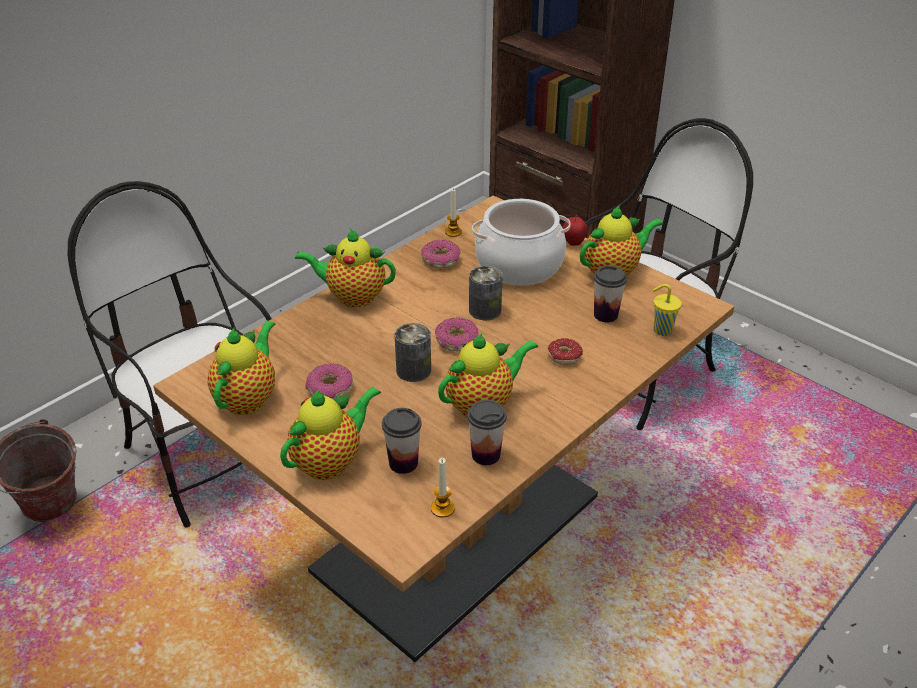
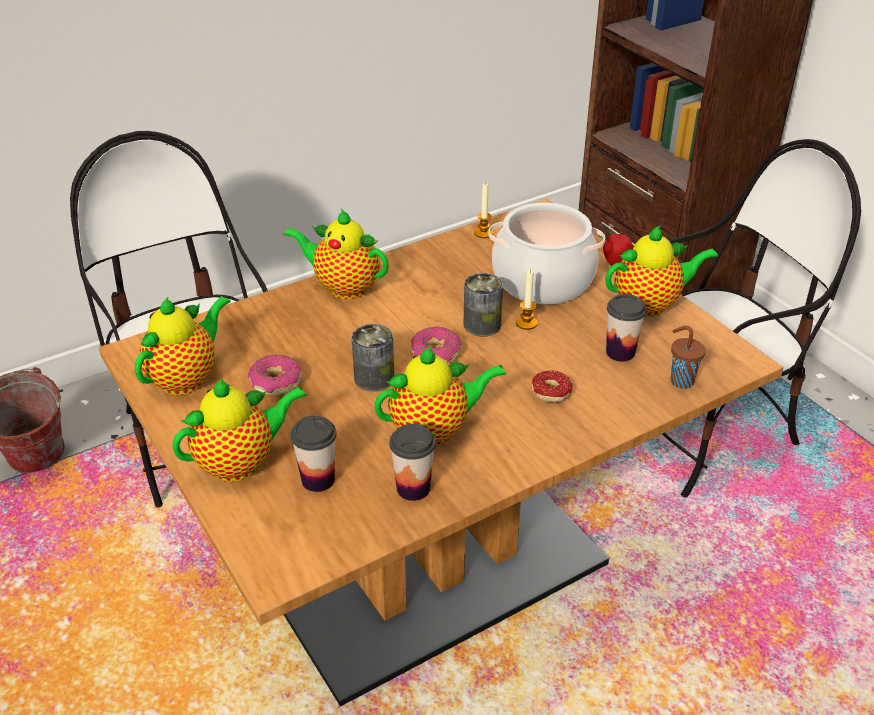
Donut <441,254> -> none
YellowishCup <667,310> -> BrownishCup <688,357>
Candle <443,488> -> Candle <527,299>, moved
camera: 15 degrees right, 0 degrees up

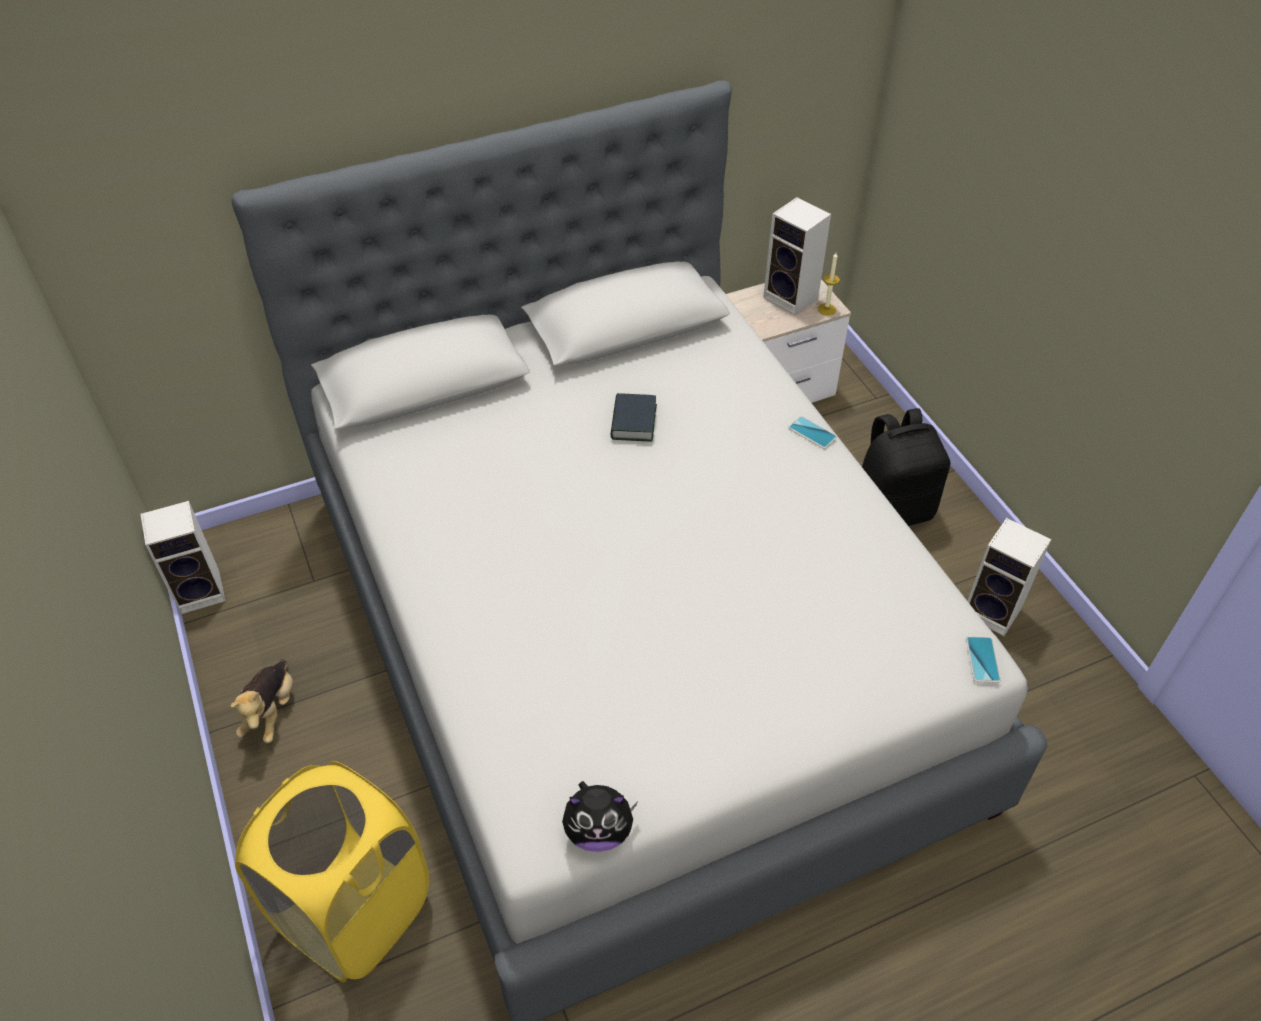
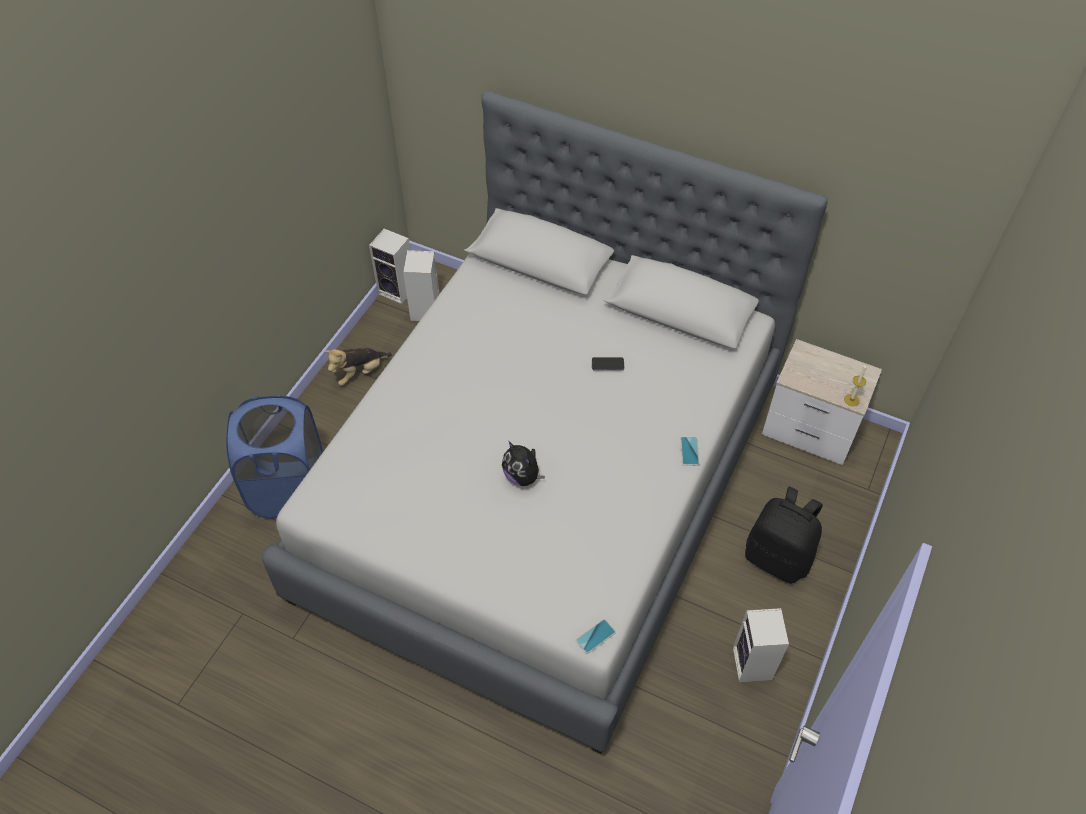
AudioSpeaker <797,256> -> AudioSpeaker <421,285>, moved
Volume <634,417> -> Handset <608,364>
YellowishWashingBasket <332,872> -> BlueColouredWashingBasket <274,457>
CuddlyToy <600,816> -> CuddlyToy <523,463>, moved
camera: 50 degrees right, 5 degrees up

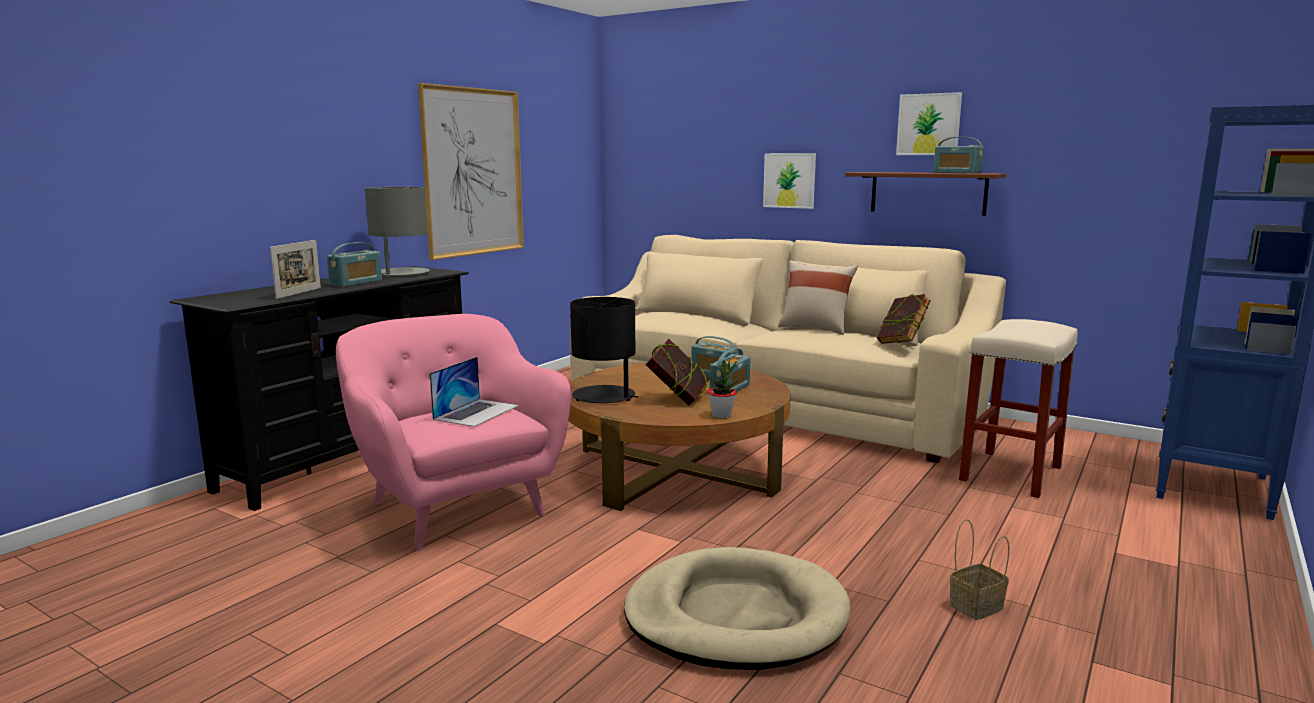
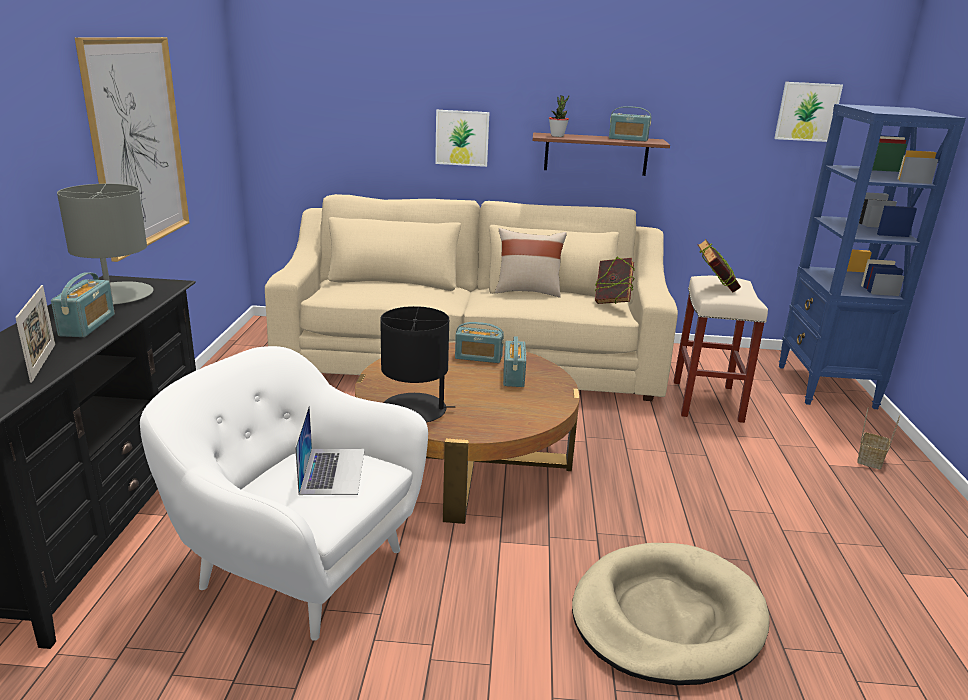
WallArt <929,123> -> WallArt <808,112>, moved
PinkColouredLoungeChair <453,432> -> WhitishLoungeChair <284,493>
Volume <678,372> -> Volume <719,265>, moved
Houseplant <722,389> -> Houseplant <559,116>, moved
HouseholdBasket <980,569> -> HouseholdBasket <878,438>, moved
camera: 30 degrees left, 10 degrees up

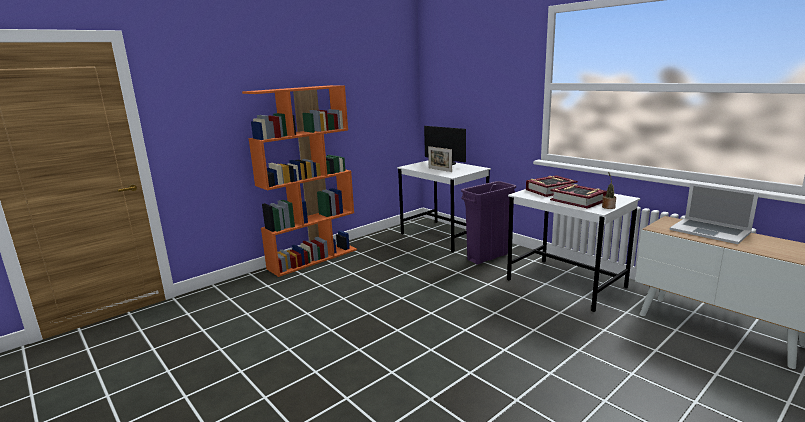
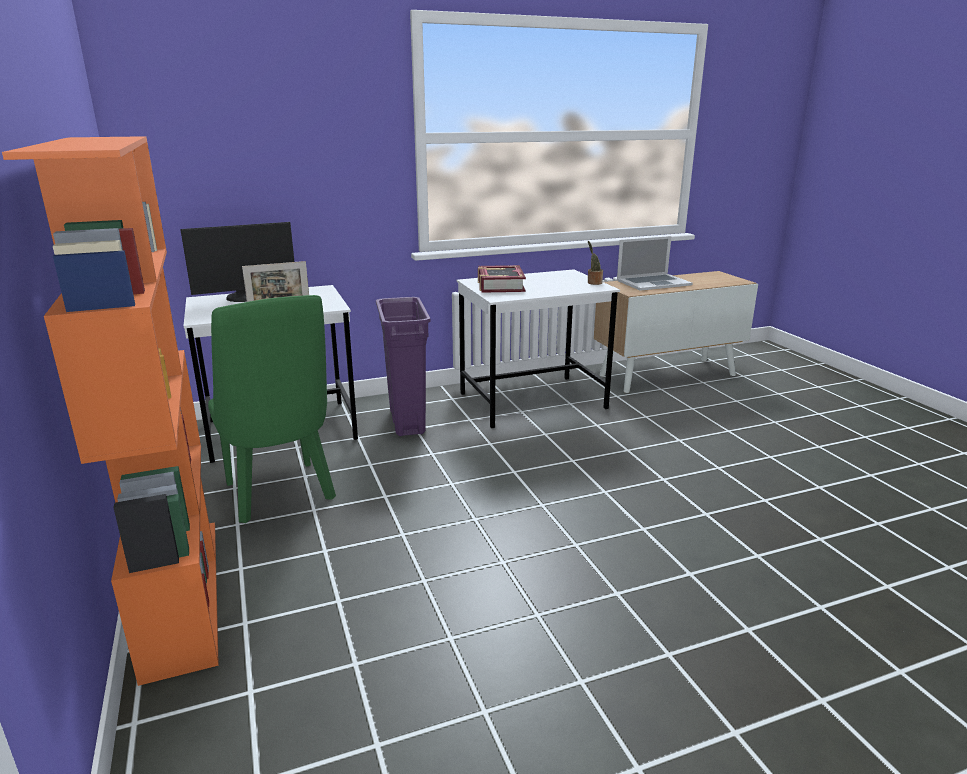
Volume <578,196> -> none
none -> GreenishUprightChair <272,409>
camera: 70 degrees left, 5 degrees up

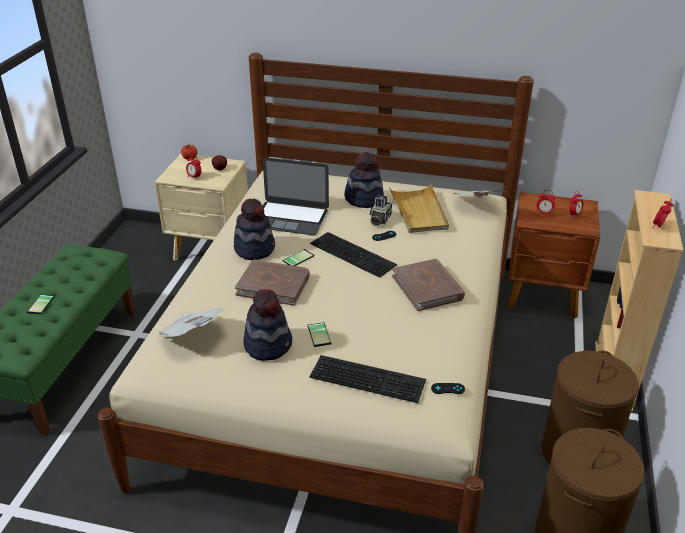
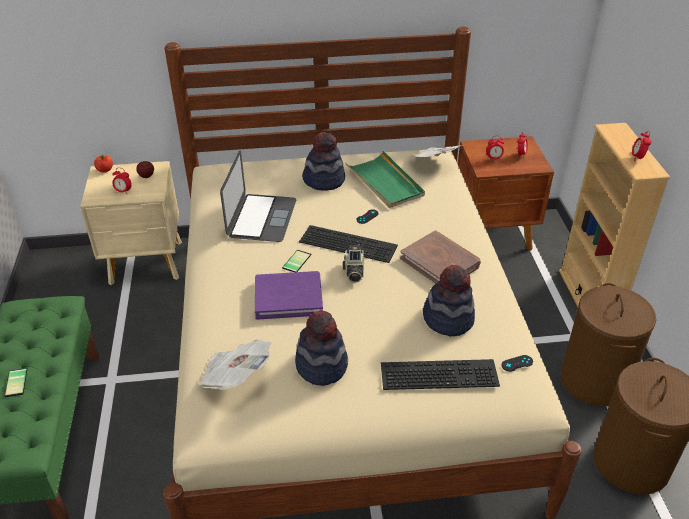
NotebookComputer <296,196> -> NotebookComputer <258,196>, 75 degrees counterclockwise
BeigeColouredServingTray <419,208> -> GreenishServingTray <385,179>
PhotoCamera <381,210> -> PhotoCamera <353,264>, moved
ClothingHat <254,229> -> ClothingHat <449,300>, moved
BrownishVolume <272,282> -> PurpleVolume <289,295>
Handset <320,334> -> none
camera: 20 degrees left, 5 degrees up

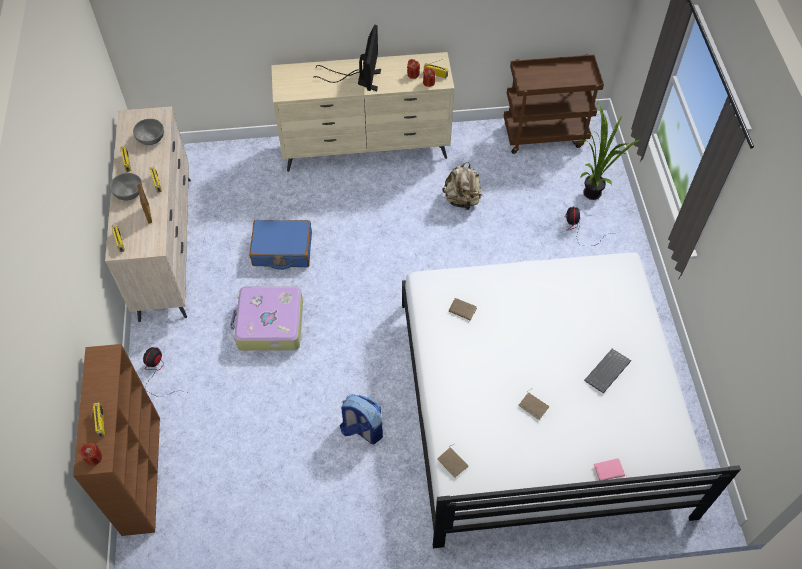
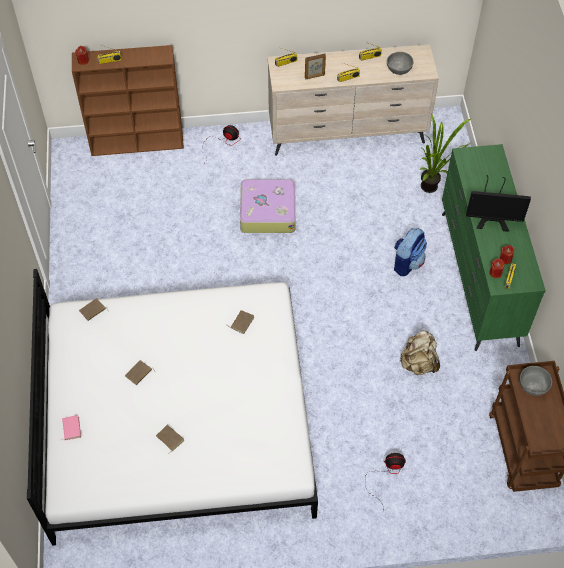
BeigeColouredDresser <362,112> -> GreenishDresser <494,247>
Houseplant <610,151> -> Houseplant <446,153>, moved
GreyServingBowl <126,186> -> GreyServingBowl <536,381>, moved
BlueColouredTravelCase <281,245> -> none
ComputerKeyboard <607,371> -> BrownishVolume <170,439>
Rucksack <361,419> -> Rucksack <410,252>, moved
camera: 90 degrees right, 0 degrees up

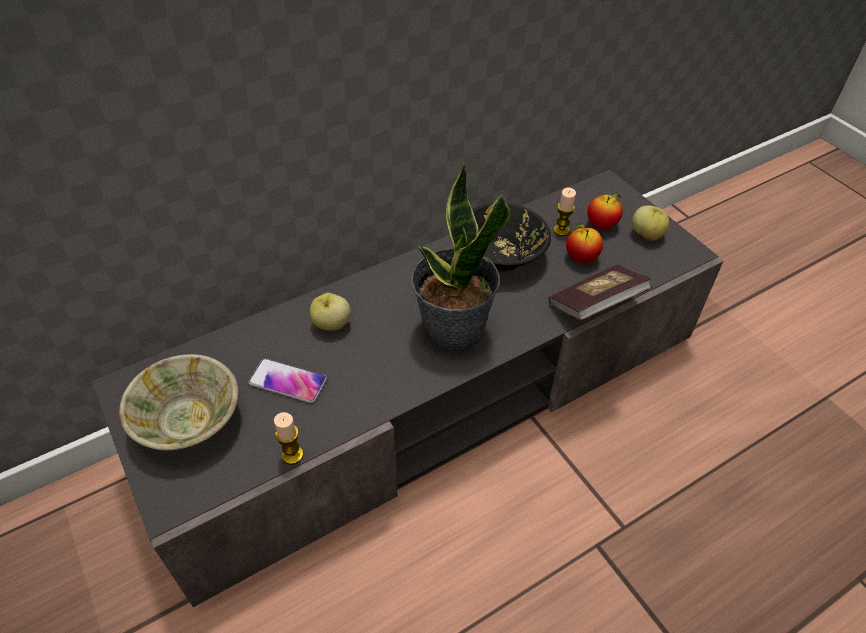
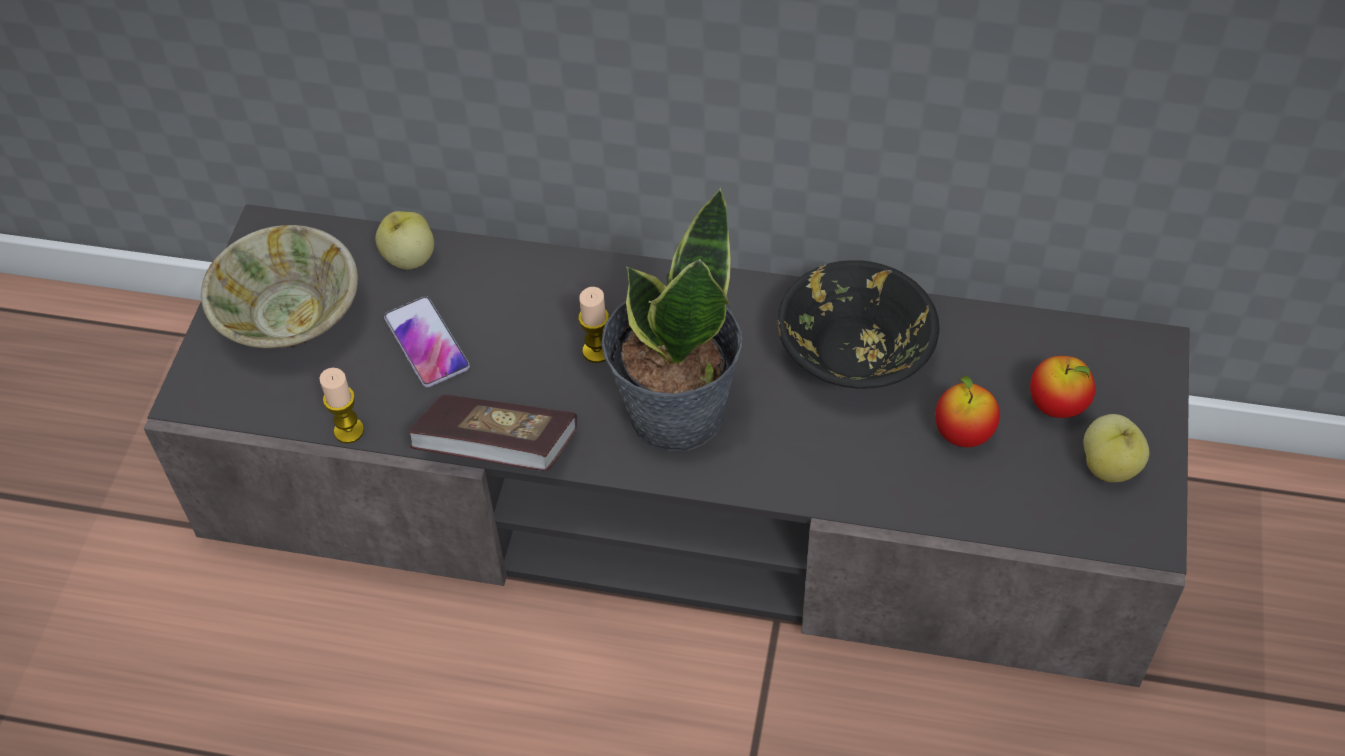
Candle <564,212> -> Candle <593,325>, moved
Volume <600,293> -> Volume <492,433>, moved
Apple <330,312> -> Apple <404,240>, moved
camera: 45 degrees right, 5 degrees up

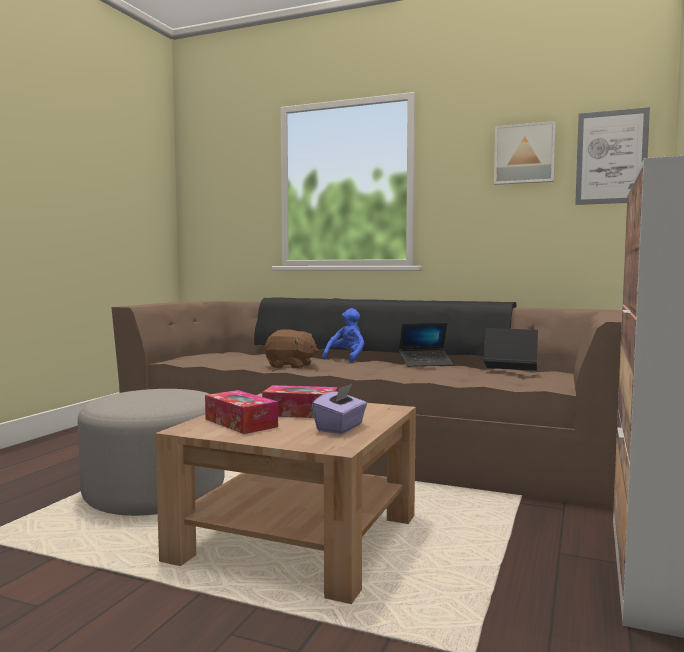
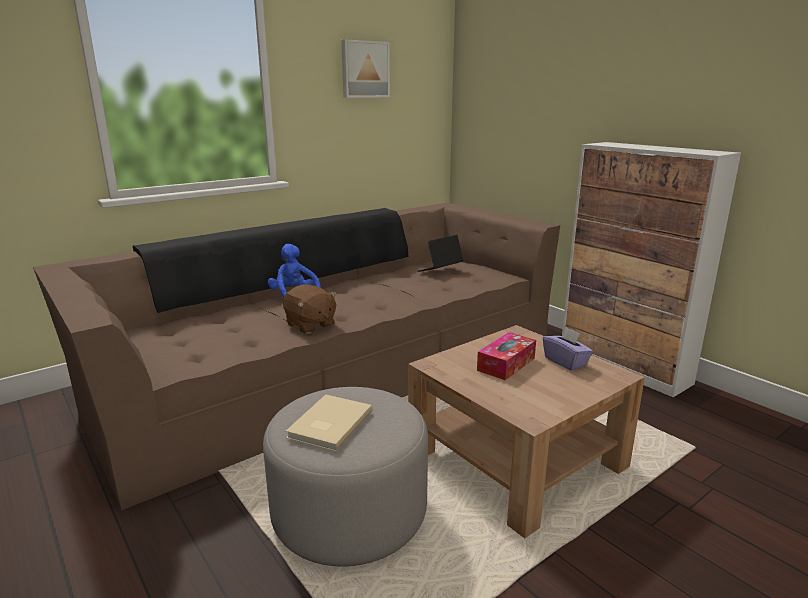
WallArt <612,156> -> none
NotebookComputer <426,345> -> none
BrownishCuddlyToy <291,349> -> BrownishCuddlyToy <310,309>, 90 degrees clockwise
TissueBox <241,412> -> none
none -> BeigeColouredVolume <329,423>
camera: 60 degrees left, 15 degrees up

